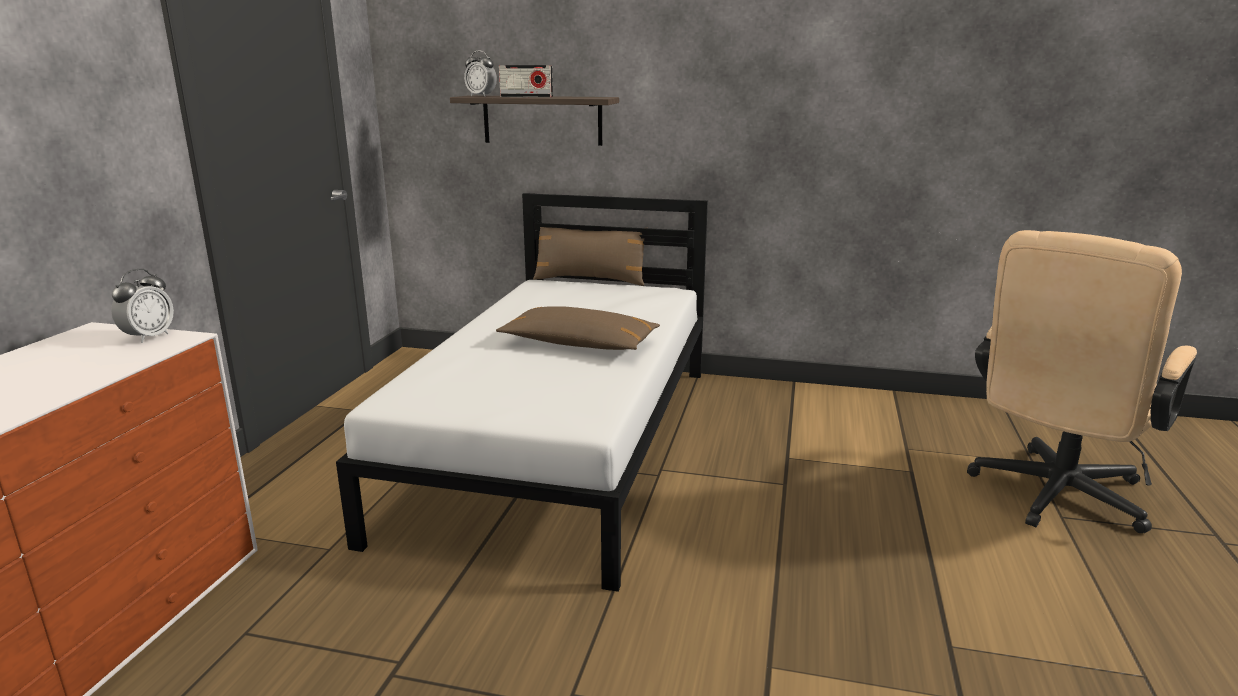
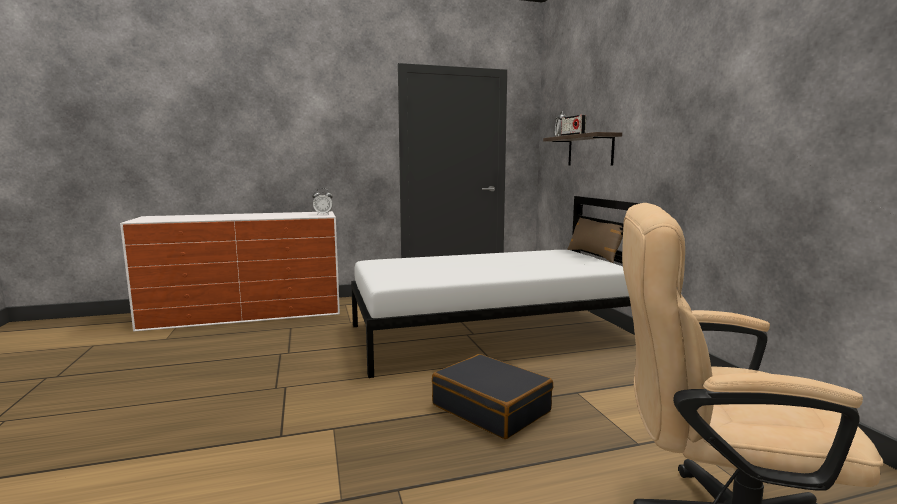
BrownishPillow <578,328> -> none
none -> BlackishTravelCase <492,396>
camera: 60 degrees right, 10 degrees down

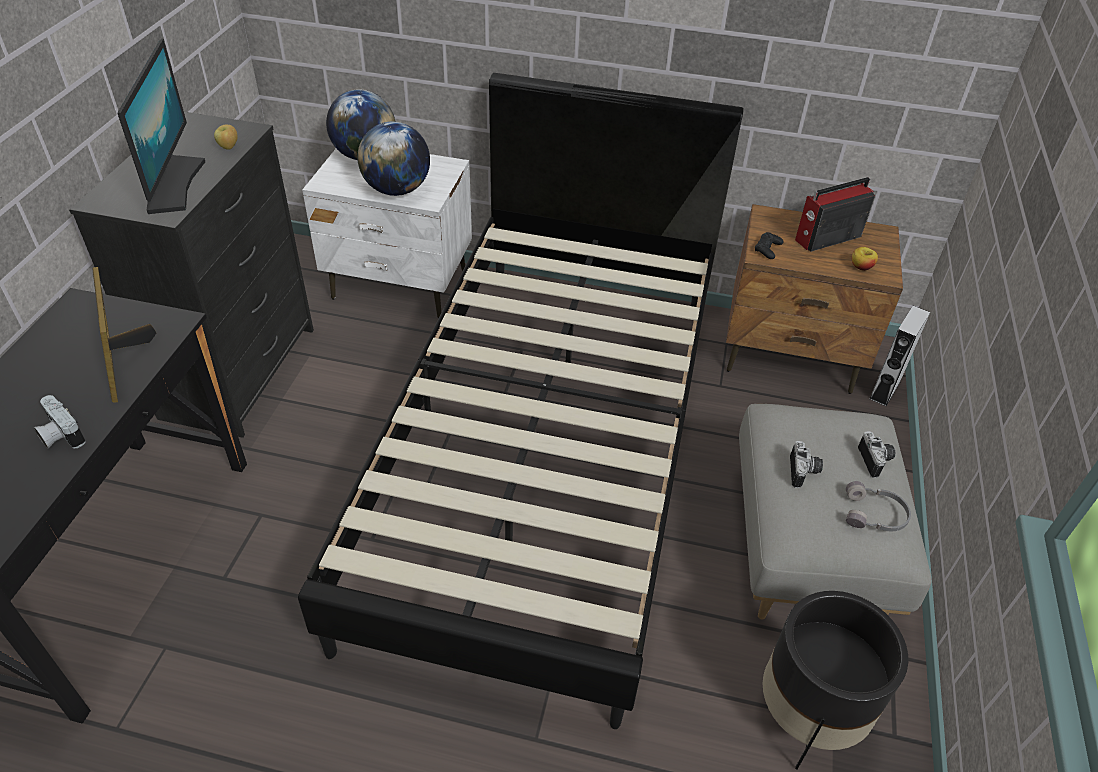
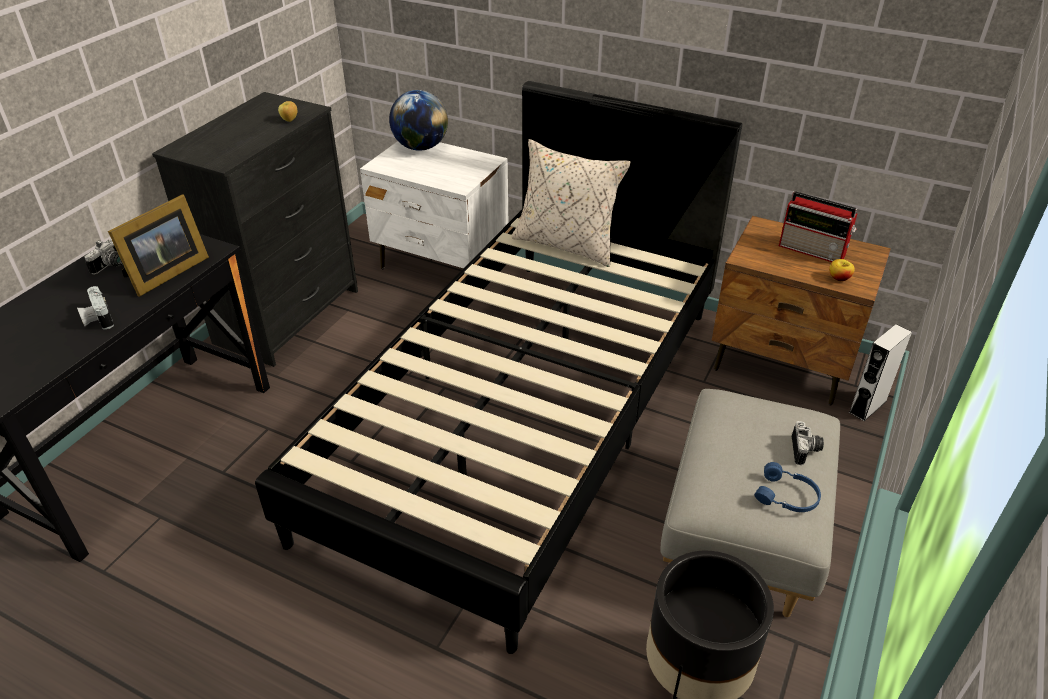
ComputerScreen <161,126> -> none
Globe <393,159> -> none
RadioSet <835,214> -> RadioSet <818,226>, 135 degrees counterclockwise
BlackishGameController <769,245> -> none
PhotoFrame <124,335> -> PhotoFrame <158,245>, 135 degrees counterclockwise
PhotoCamera <806,464> -> PhotoCamera <103,257>, moved
GreyHeadphones <878,506> -> BlueColouredHeadphones <787,487>
none -> BeigeColouredPillow <571,203>
camera: 15 degrees right, 5 degrees down

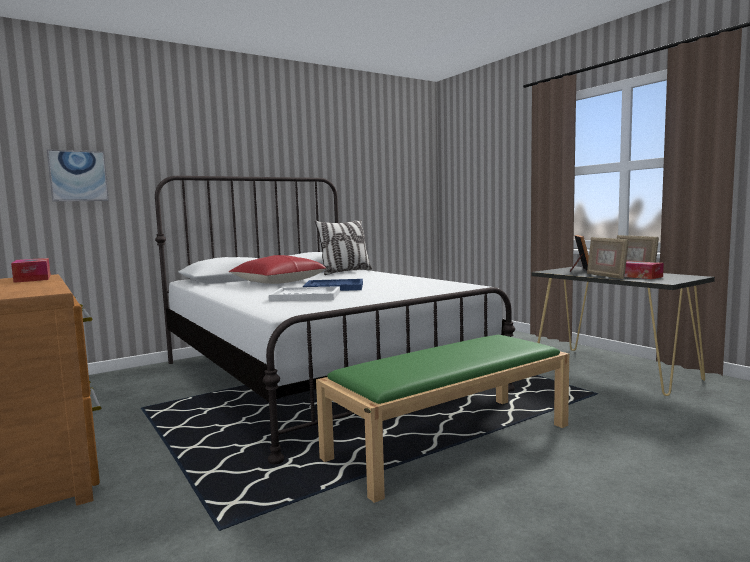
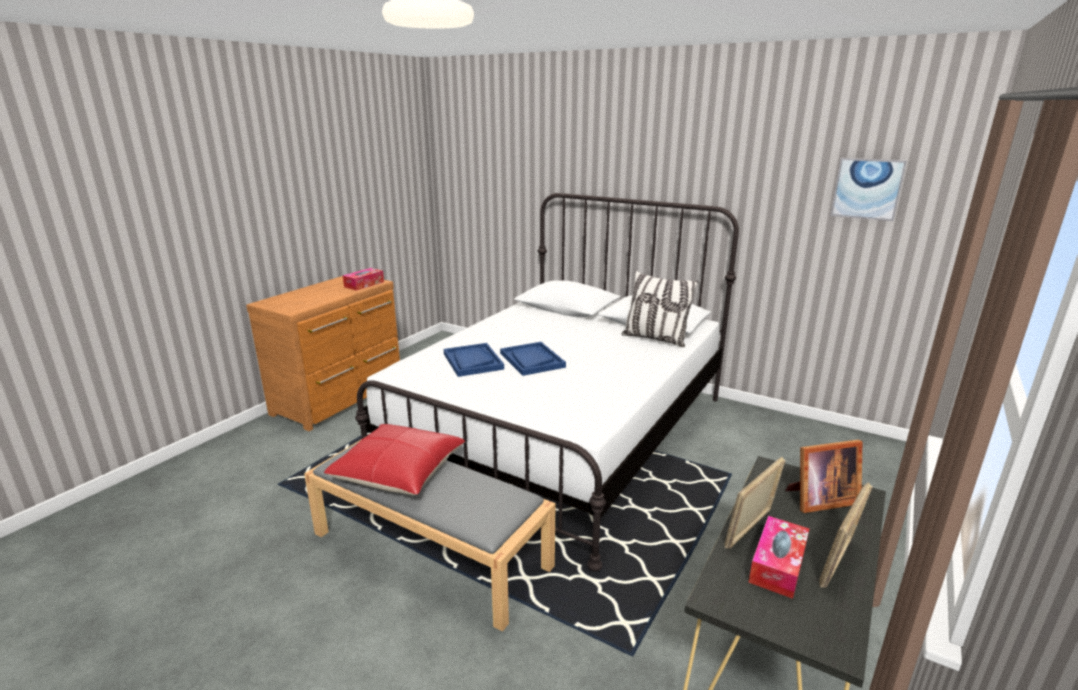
WallArt <78,175> -> WallArt <868,189>, moved
RedColouredPillow <277,269> -> RedColouredPillow <394,459>, moved
WhitishServingTray <304,293> -> BlueColouredServingTray <474,360>
GreenishLongSeat <442,419> -> GreyLongSeat <430,534>
camera: 65 degrees right, 15 degrees up

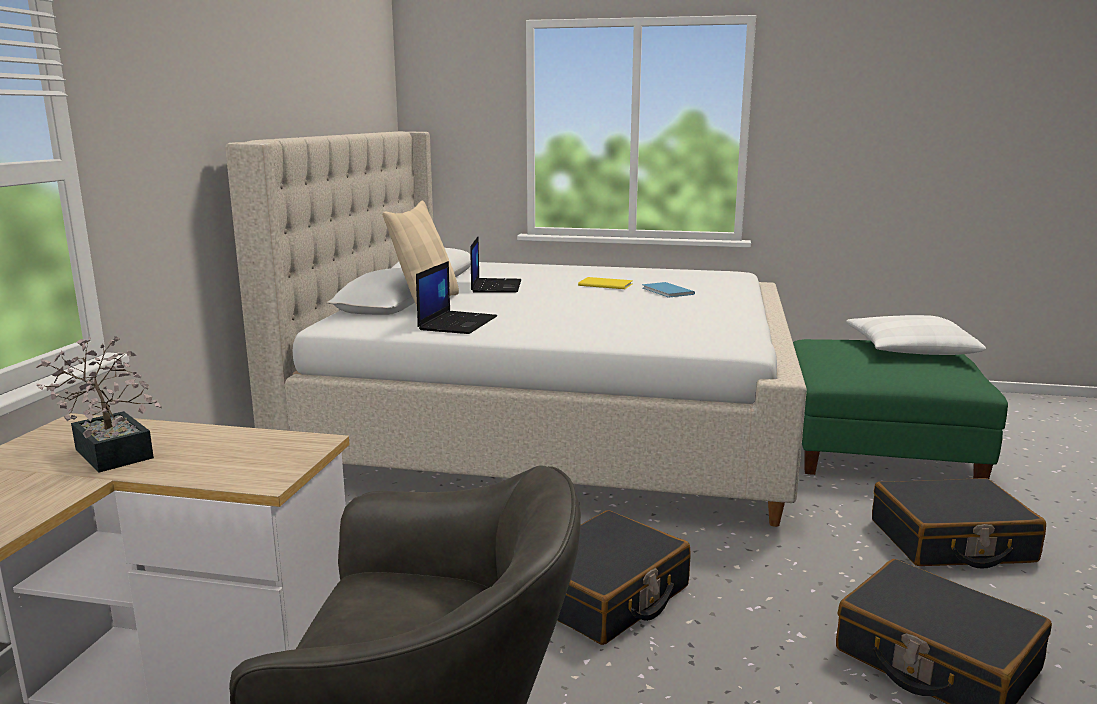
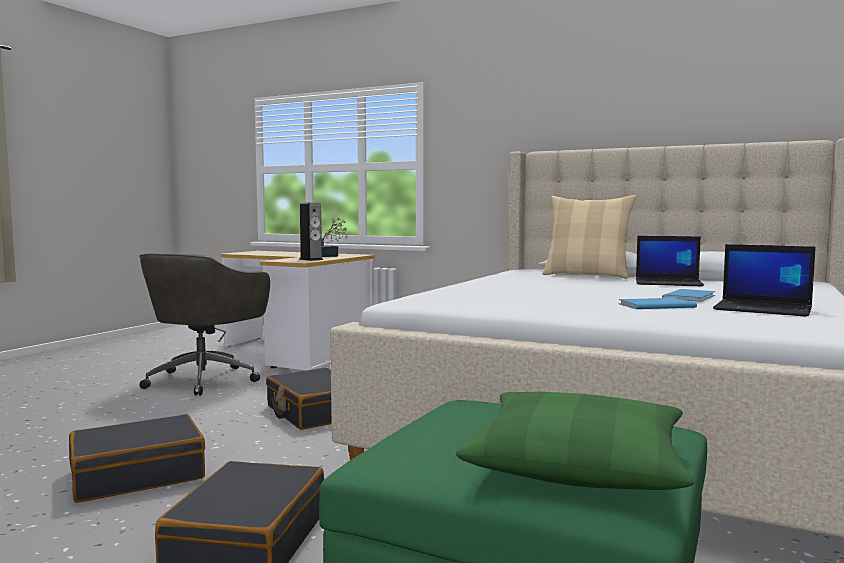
NotebookComputer <456,297> -> NotebookComputer <764,280>, moved
YellowishVolume <605,283> -> BlueColouredVolume <689,295>
WhitishPillow <916,335> -> GreenishPillow <575,441>
none -> AudioSpeaker <311,232>
camera: 105 degrees right, 10 degrees down

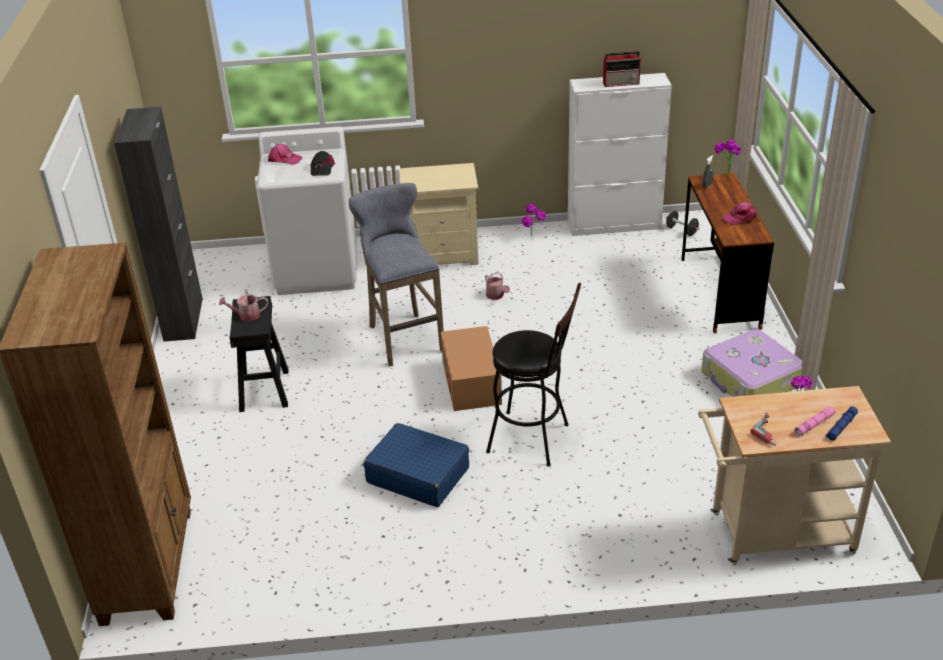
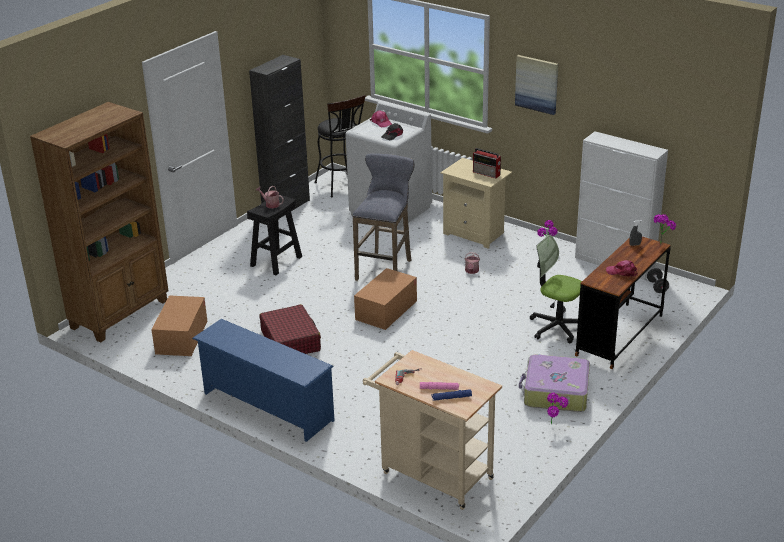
RadioSet <622,69> -> RadioSet <487,163>, moved
BlackishSittingStool <533,375> -> BlackishSittingStool <340,146>, moved
BlueColouredTravelCase <416,465> -> RedColouredTravelCase <290,329>
none -> WallArt <536,85>
none -> ComputerChair <556,289>
none -> Carton <179,326>
none -> BlueColouredShoeRack <263,380>
camera: 40 degrees right, 5 degrees down

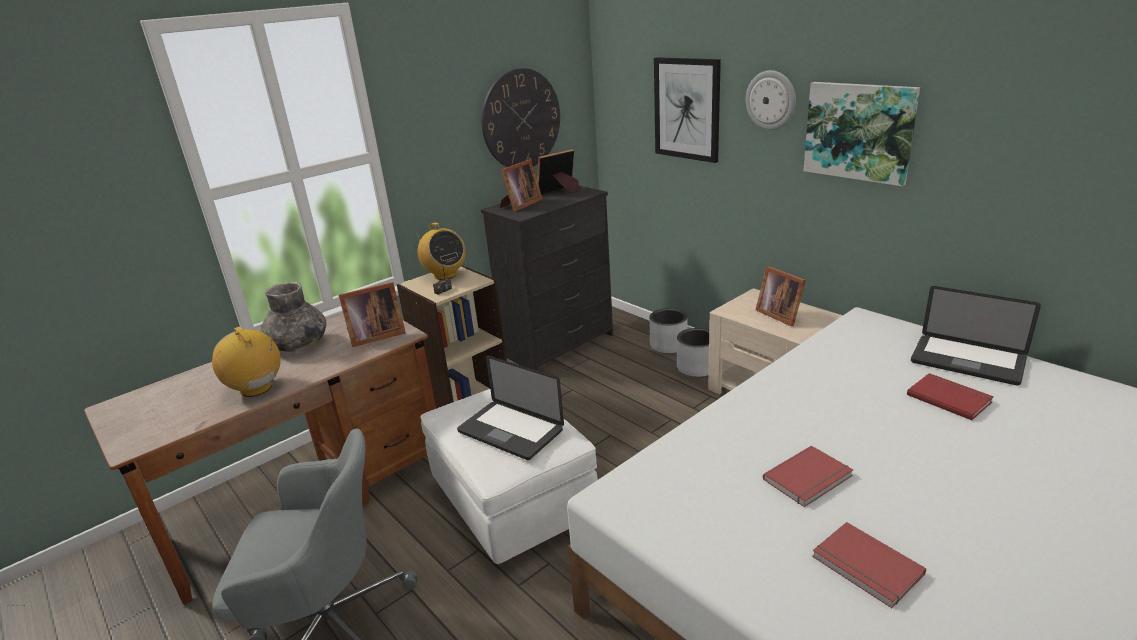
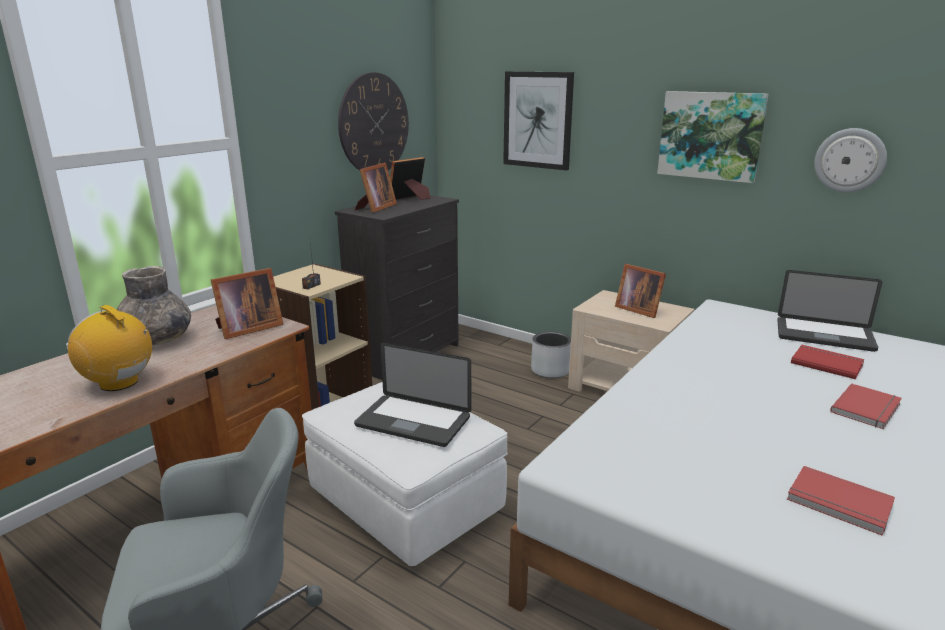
WallClock <771,100> -> WallClock <850,160>, moved
RadioSet <441,251> -> none
GreyFlowerPot <669,331> -> none
RedColouredVolume <808,476> -> RedColouredVolume <866,406>, moved
camera: 15 degrees left, 5 degrees down

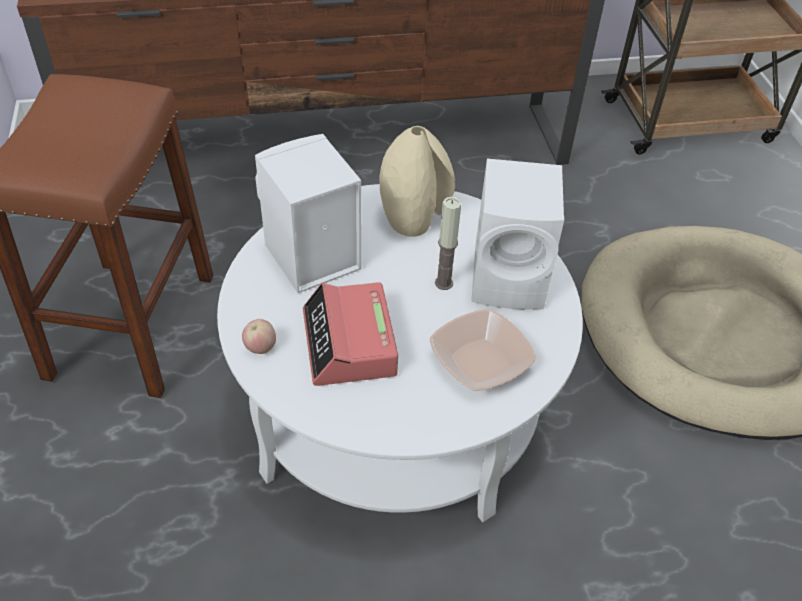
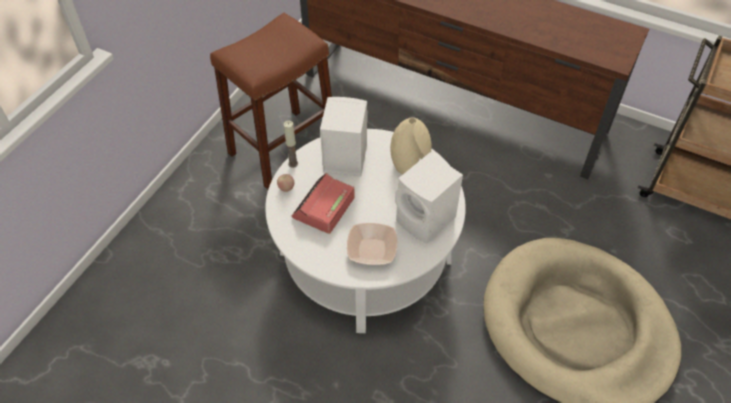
Candle <448,243> -> Candle <291,144>, moved
camera: 40 degrees right, 5 degrees up

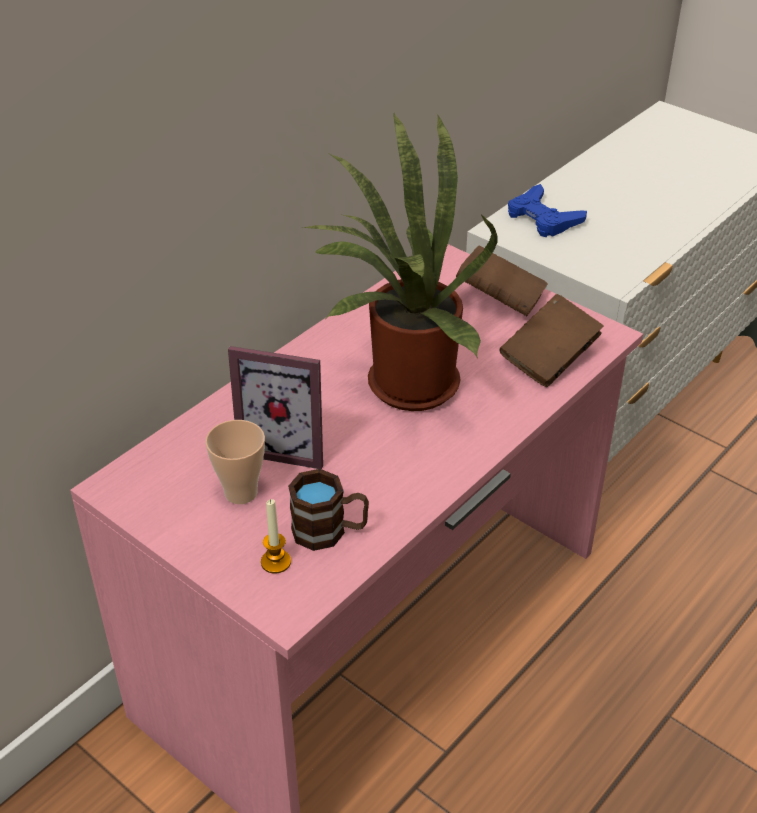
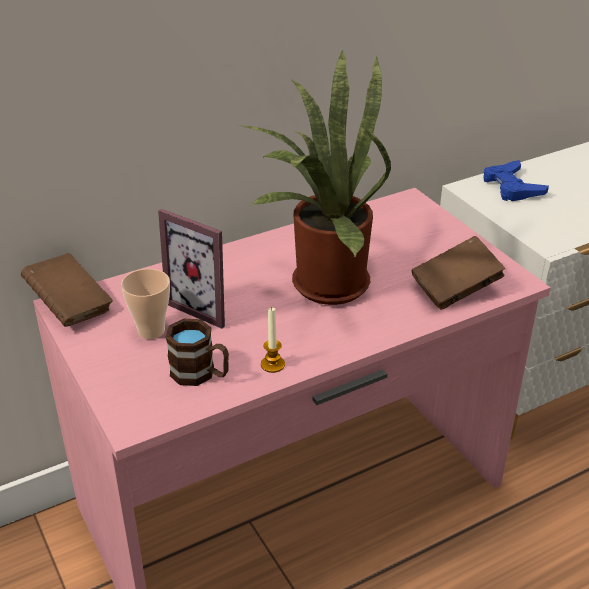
BrownishVolume <502,280> -> BrownishVolume <67,290>, moved
Candle <276,536> -> Candle <273,340>, moved
camera: 20 degrees right, 5 degrees down

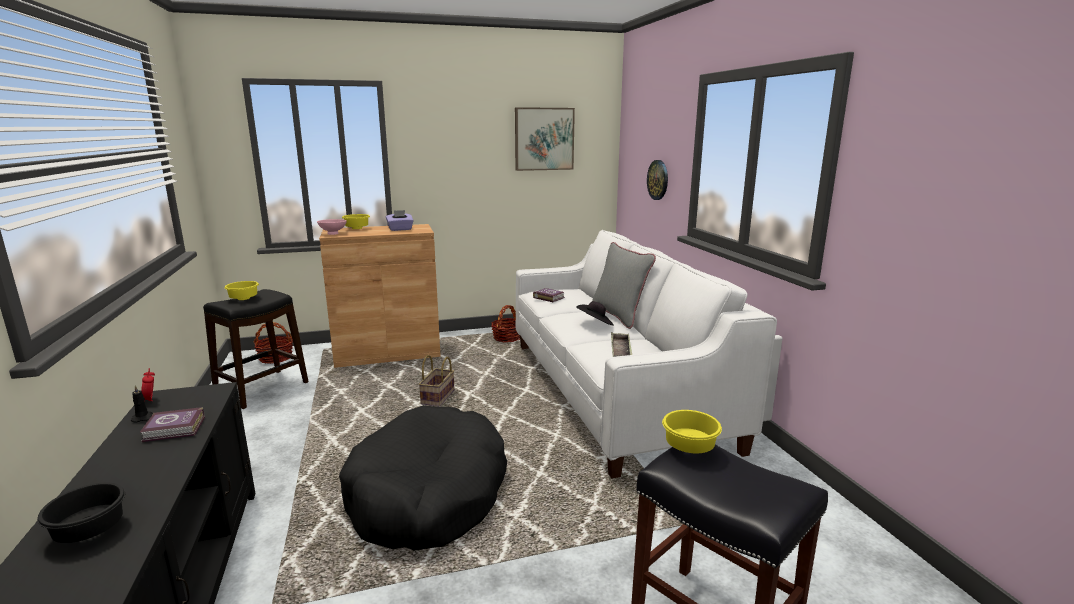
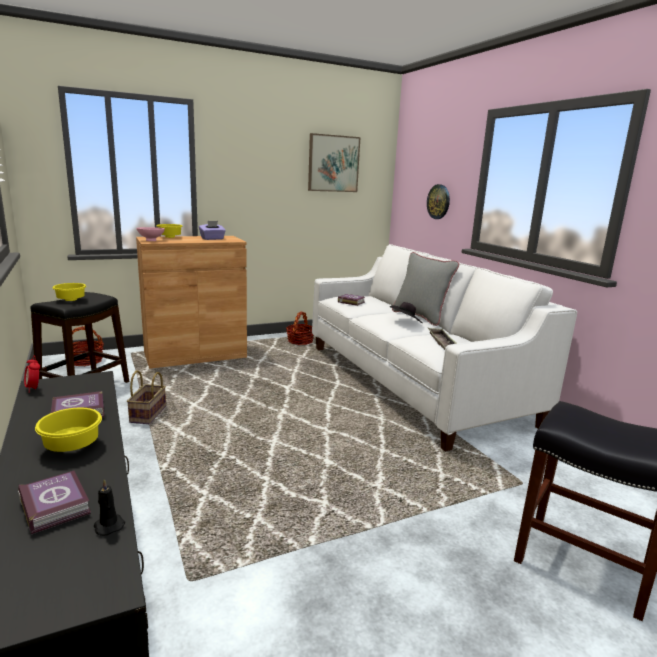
HouseholdBasket <437,380> -> HouseholdBasket <146,397>, moved
BlackishCandle <142,403> -> BlackishCandle <109,507>, moved
BlackishDogBed <423,478> -> none
YellowishServingBowl <692,431> -> YellowishServingBowl <68,430>, moved
BlackishServingBowl <81,513> -> Volume <54,502>
camera: 10 degrees left, 0 degrees up

